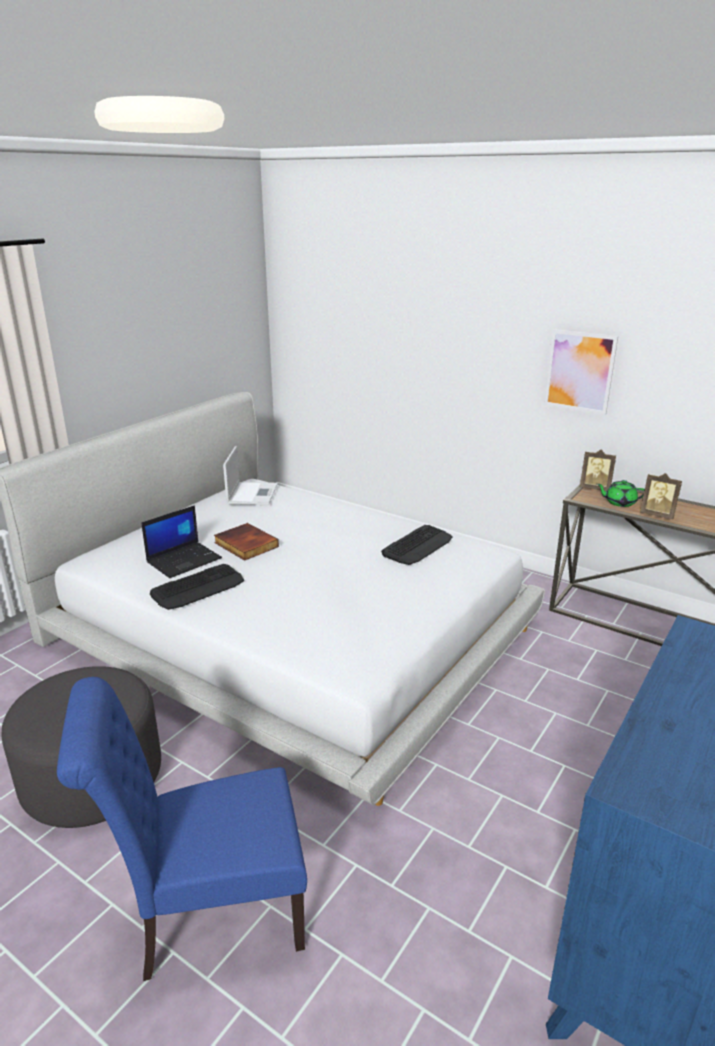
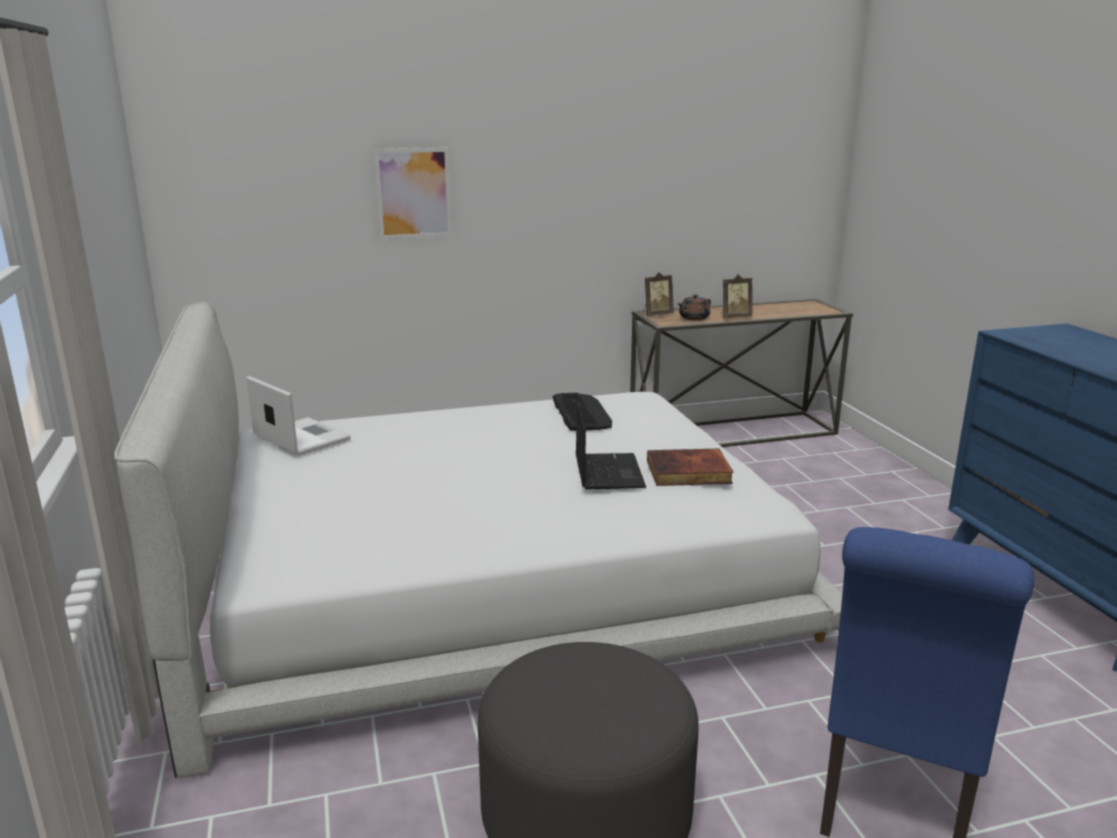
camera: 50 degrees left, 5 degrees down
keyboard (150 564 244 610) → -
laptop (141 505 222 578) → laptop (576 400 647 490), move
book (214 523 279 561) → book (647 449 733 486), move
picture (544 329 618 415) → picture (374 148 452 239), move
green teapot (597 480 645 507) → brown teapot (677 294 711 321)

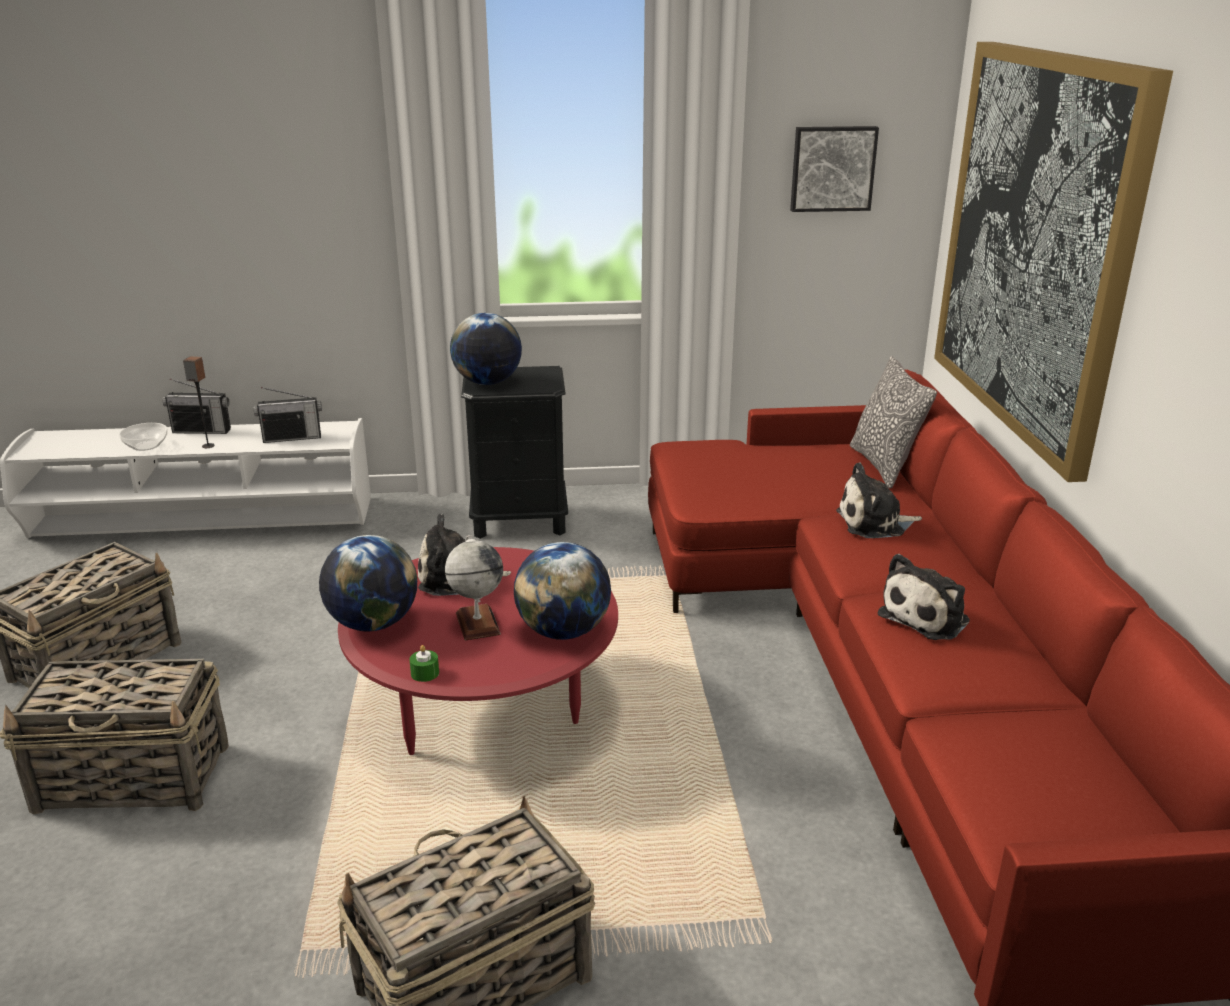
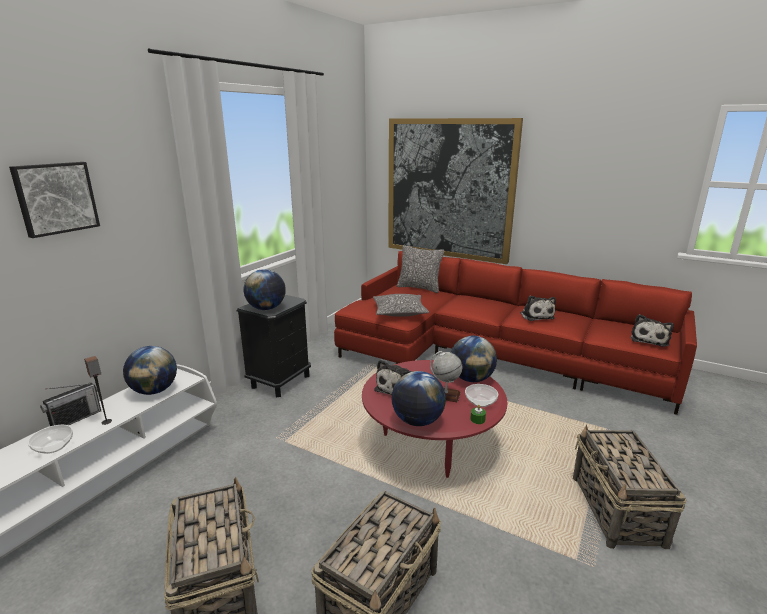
camera: 55 degrees left, 5 degrees down
- → pillow (373 294 429 317)
- → bowl (465 384 498 407)
picture (790 126 879 212) → picture (9 162 100 238), move
plush toy (836 462 922 538) → plush toy (631 314 674 347), move
radio (254 387 322 443) → globe (123 346 177 395)

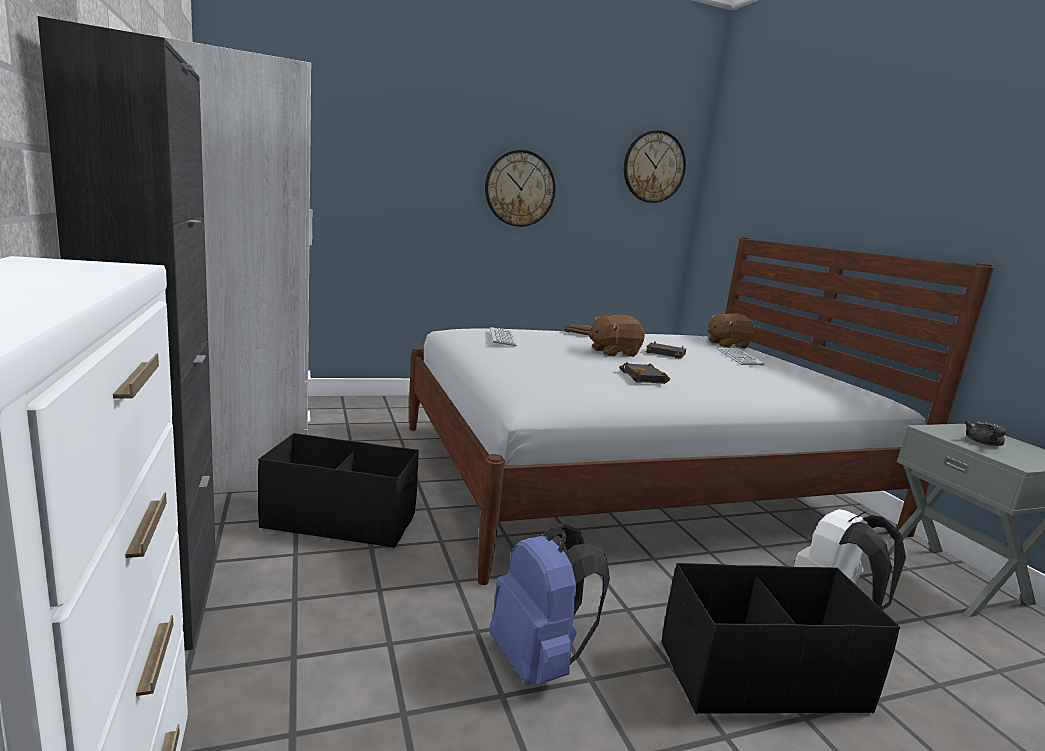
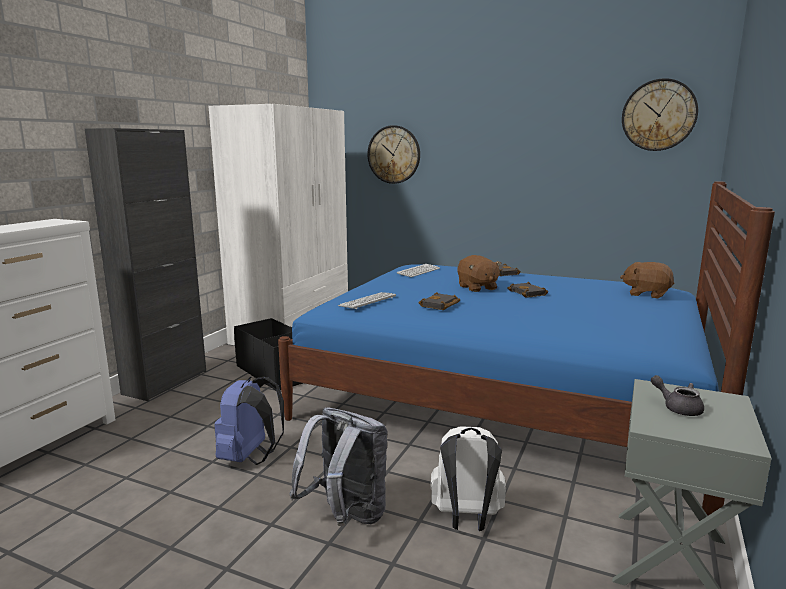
camera: 45 degrees right, 0 degrees up
wall clock (485 150 556 227) → wall clock (368 125 420 184), move
keyboard (718 348 765 366) → keyboard (338 292 396 309), move
black storage box (662 563 900 714) → grey backpack (289 407 387 526)
white bed (409 237 994 585) → blue bed (278 181 775 515)
brown plush toy (589 315 645 357) → brown plush toy (457 255 502 292), 135 degrees counterclockwise
grey teapot (965 421 1006 446) → grey teapot (651 375 704 416), 75 degrees clockwise

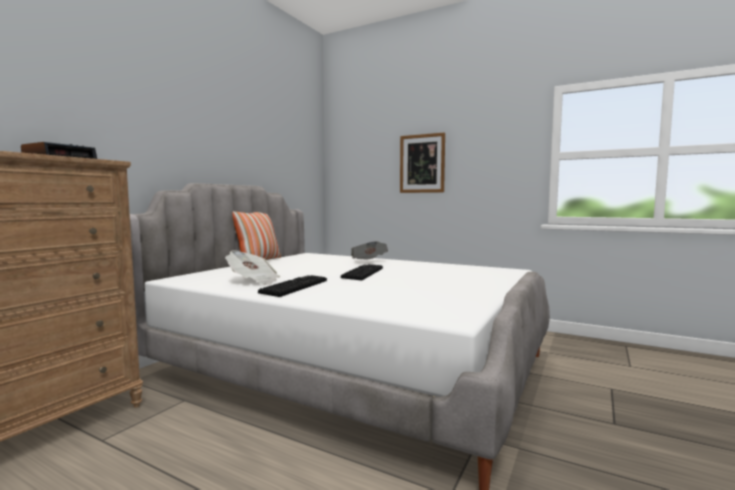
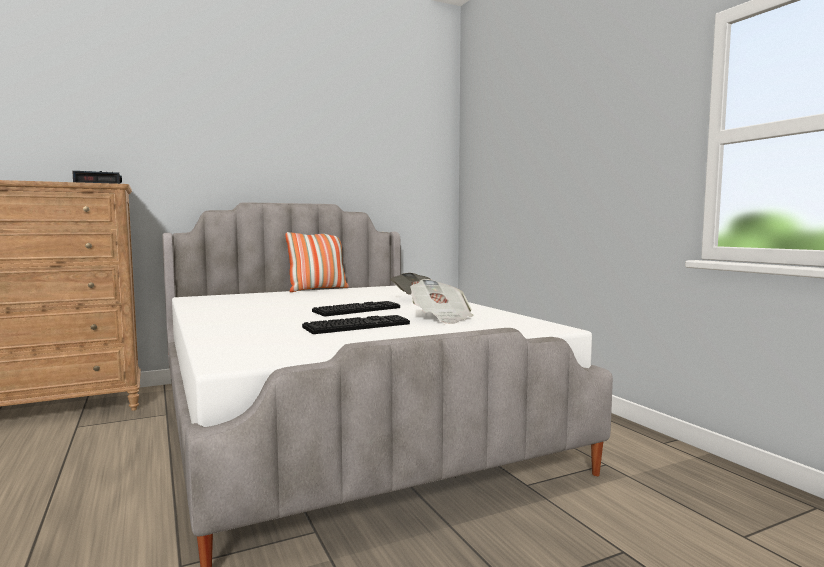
camera: 35 degrees right, 0 degrees up
picture (400 132 445 193) → -
newspaper (225 250 280 285) → newspaper (410 279 474 324), move
keyboard (258 275 327 297) → keyboard (302 315 410 334), move

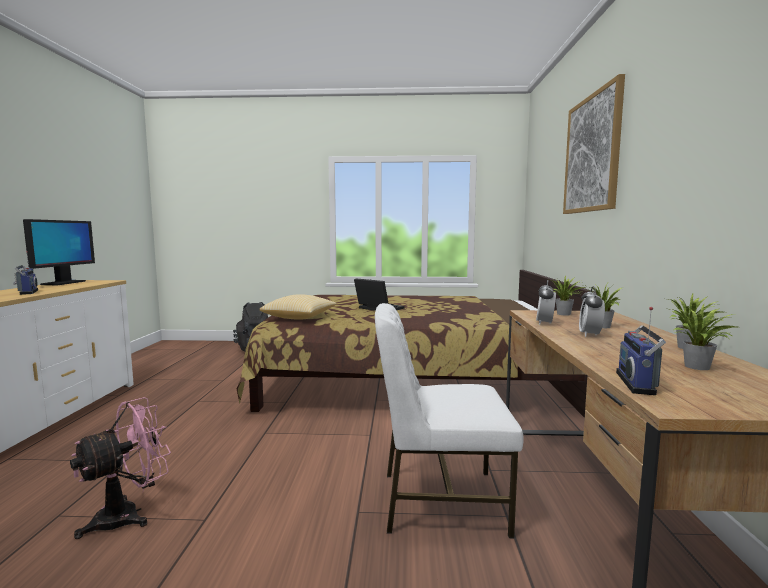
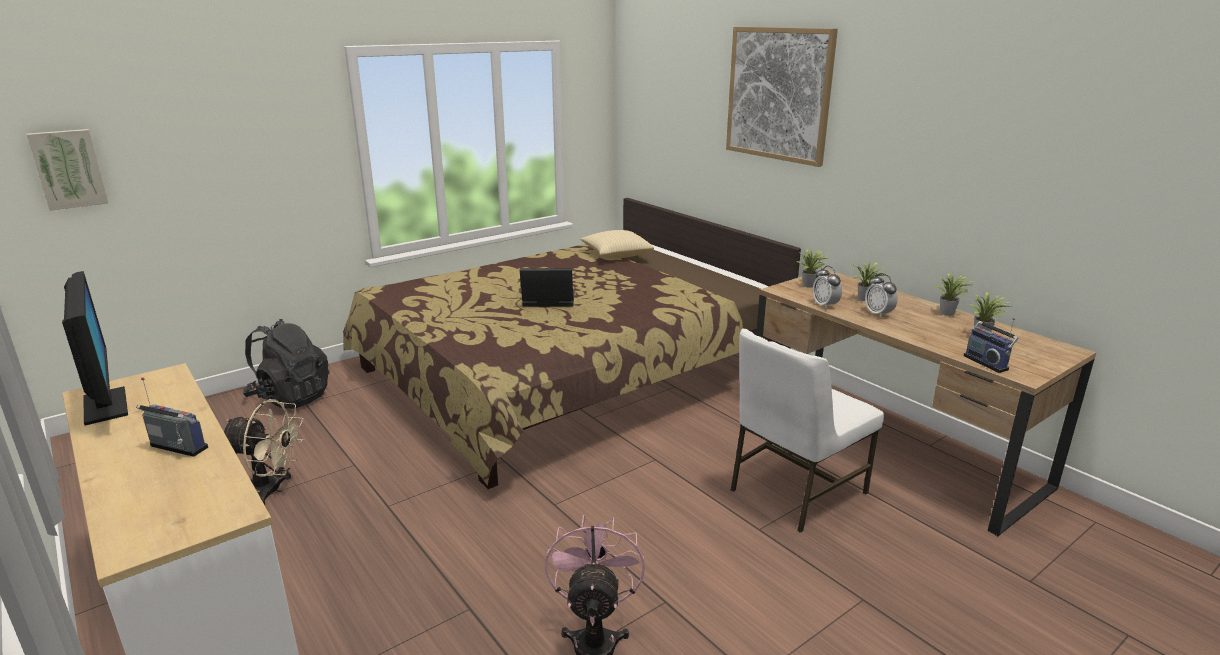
camera: 40 degrees left, 15 degrees up
- → picture (27 129 108 211)
- → beige fan (224 399 304 505)
pillow (260 294 337 320) → pillow (580 230 654 259), move

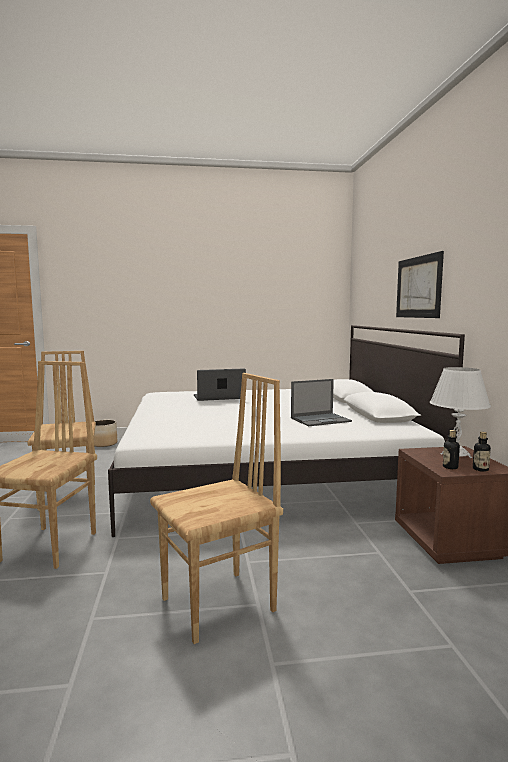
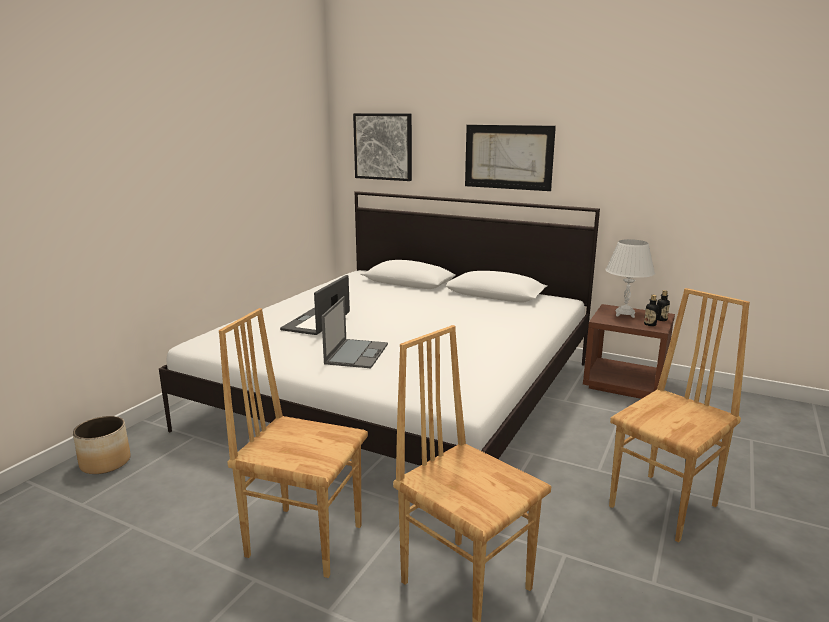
camera: 55 degrees left, 10 degrees up
- → picture (353 113 412 181)
laptop (291 379 352 426) → laptop (322 296 388 368), move
brown chair (150 373 283 644) → brown chair (609 288 750 542), 45 degrees clockwise

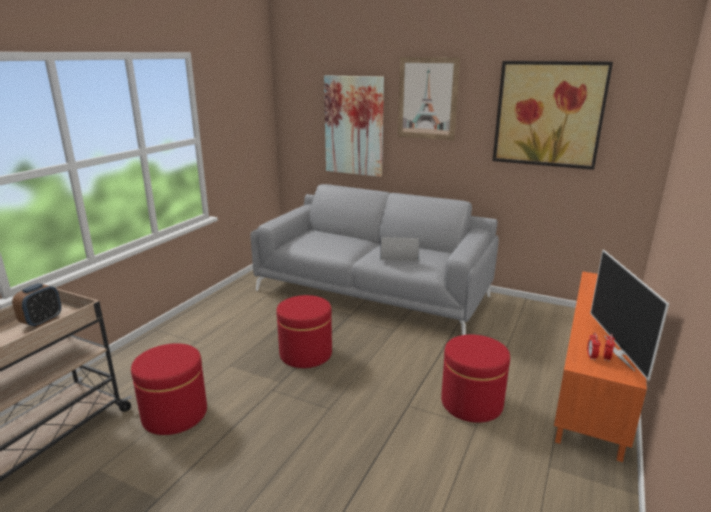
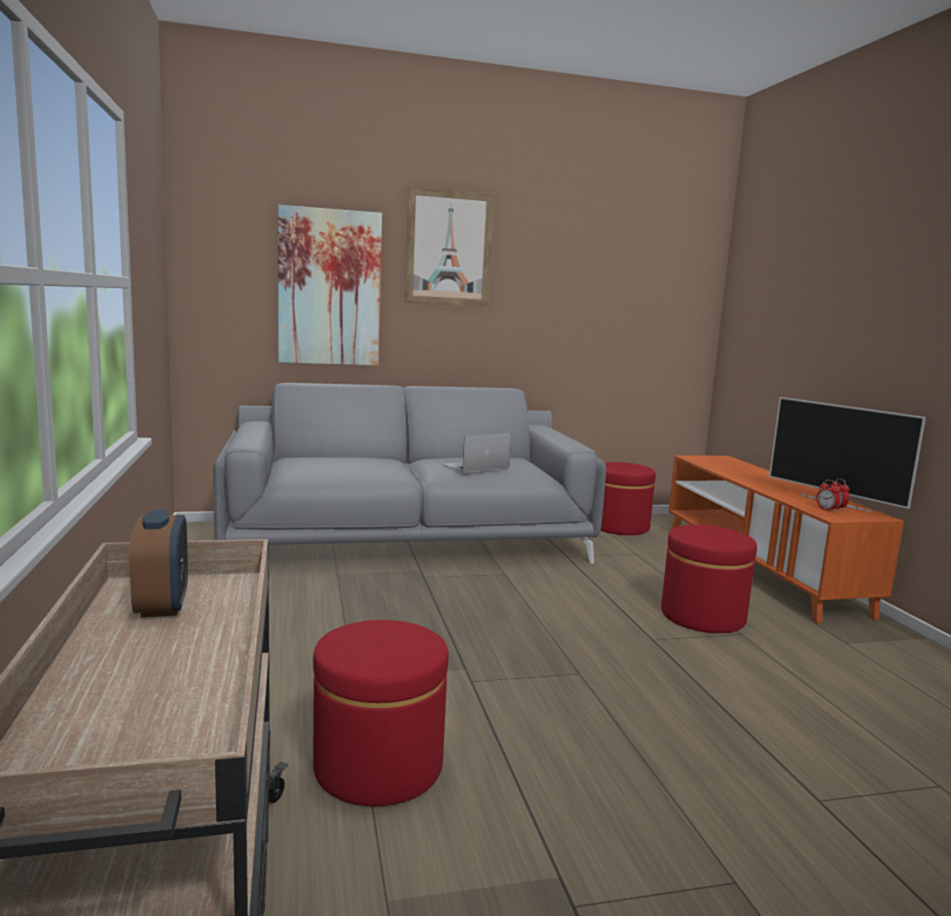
camera: 40 degrees left, 10 degrees down
picture (493 61 613 170) → -
red ottoman (276 295 332 368) → red ottoman (601 462 656 535), move

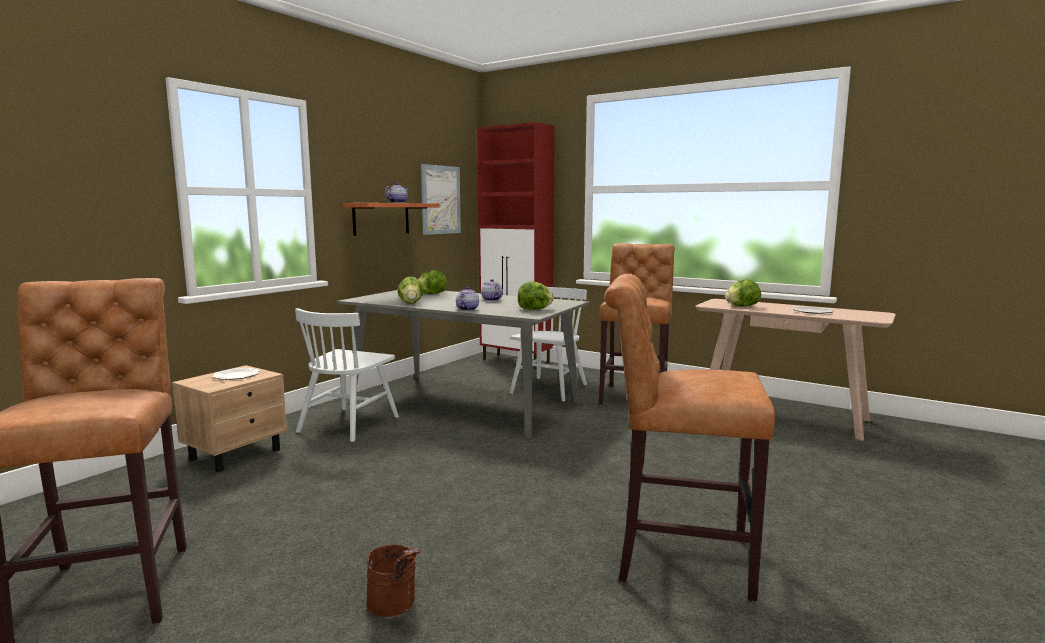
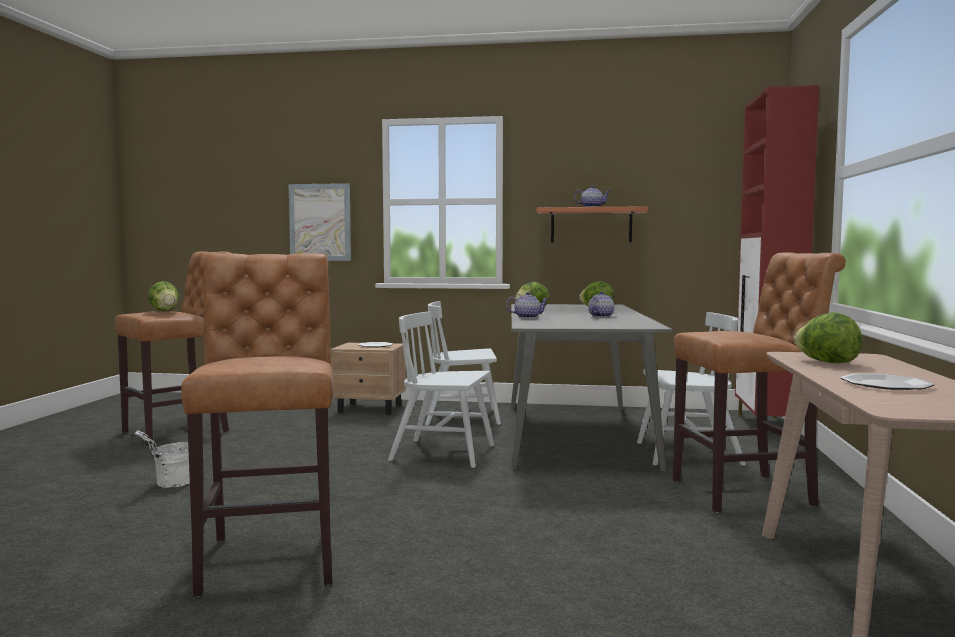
camera: 65 degrees right, 5 degrees down
- → white chair (388 311 495 468)
picture (421 164 461 235) → picture (289 183 351 261), move
lettuce (518 281 554 310) → lettuce (147 281 179 312), move
brown bucket (366 544 420 617) → white bucket (135 430 190 488)

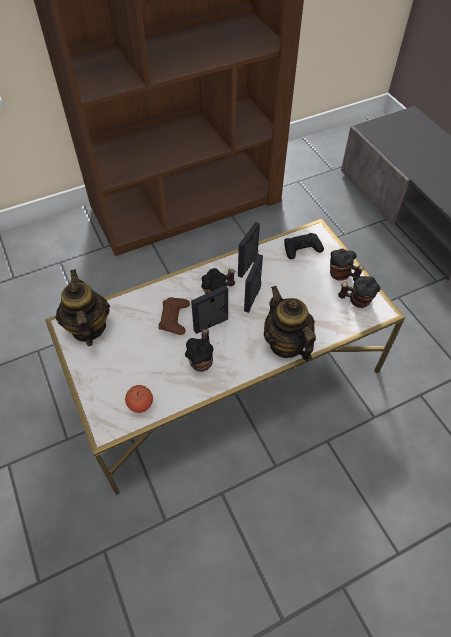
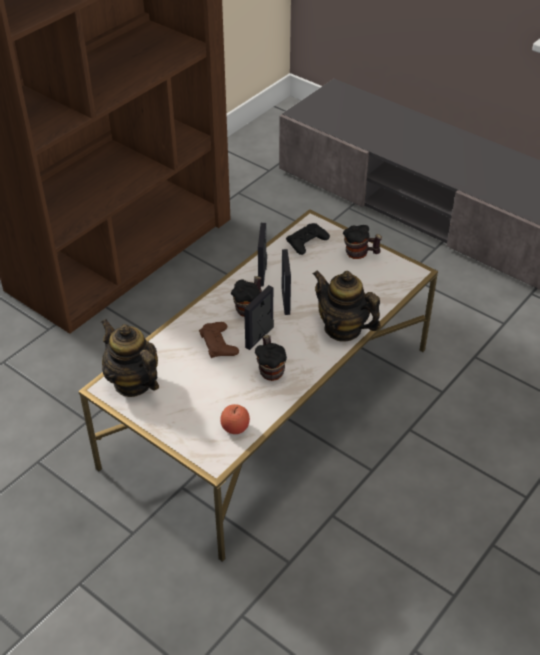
camera: 25 degrees left, 10 degrees down
mug (338 276 380 308) → -

